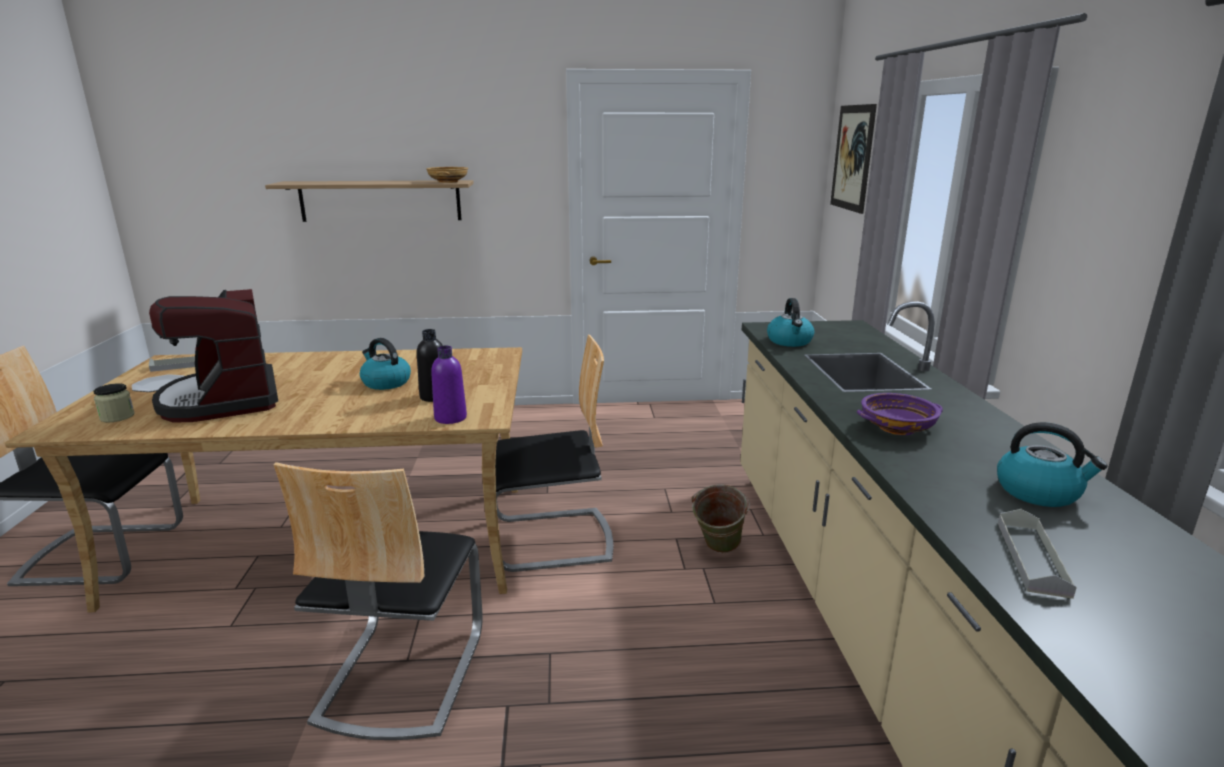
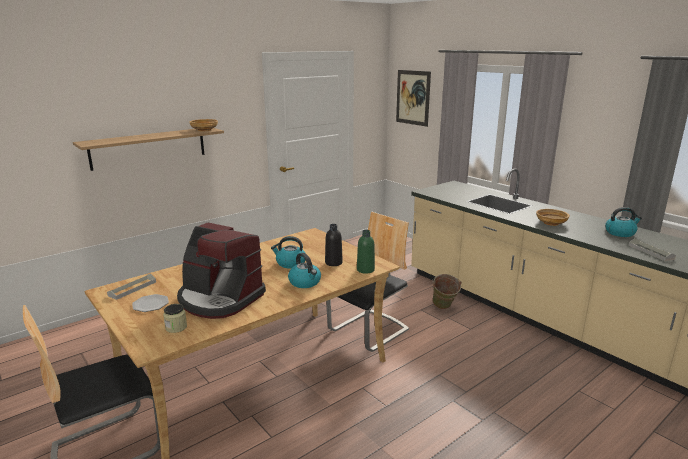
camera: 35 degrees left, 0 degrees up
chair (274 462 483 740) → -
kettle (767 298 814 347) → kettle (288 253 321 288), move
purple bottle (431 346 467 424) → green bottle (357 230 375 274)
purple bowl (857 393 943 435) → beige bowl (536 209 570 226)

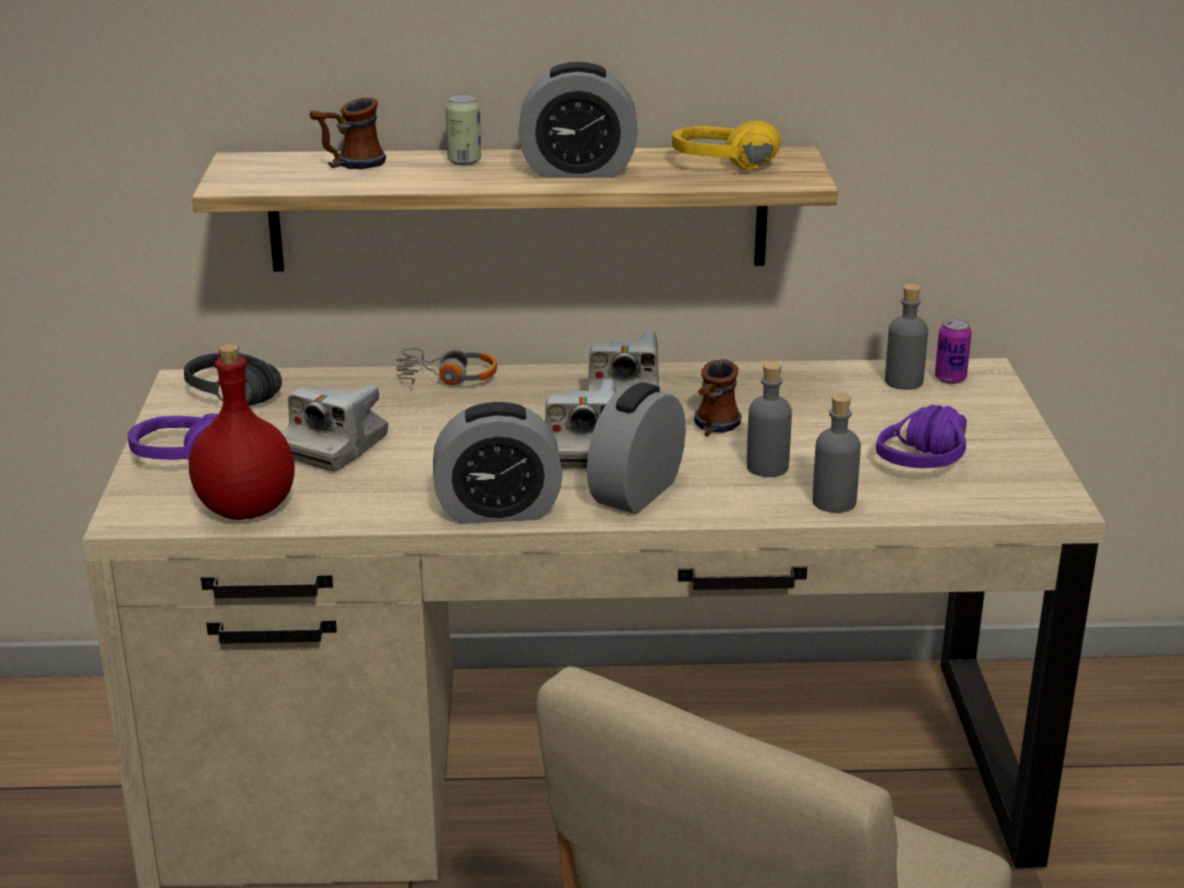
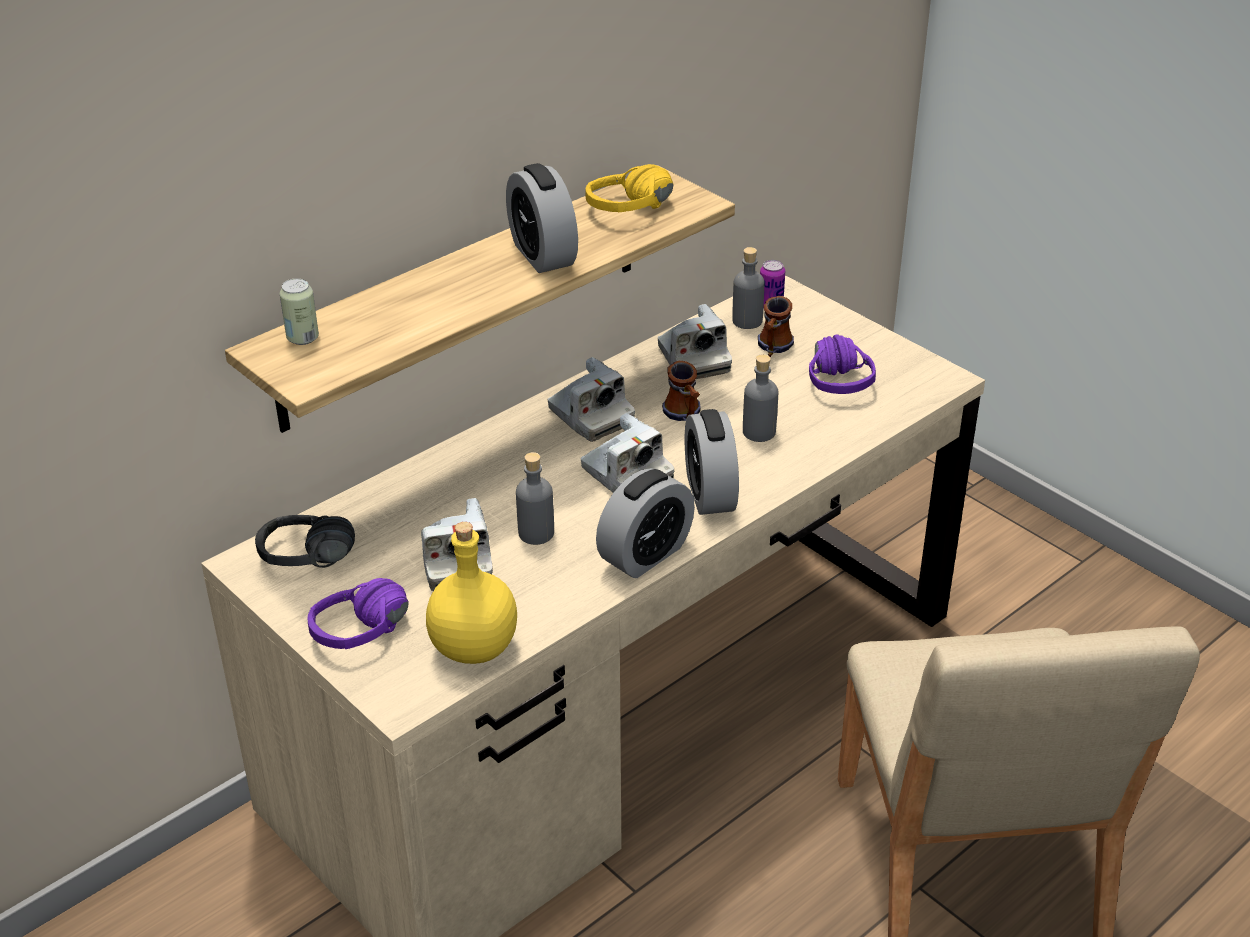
camera: 40 degrees left, 10 degrees up
headphones (396 348 497 385) → -
- → photo camera (658 304 732 379)
mug (309 98 386 169) → mug (758 296 794 357), move
can (445 94 481 165) → can (280 278 319 345), move
grey bottle (813 393 861 513) → grey bottle (516 452 554 545), move
red bottle (189 344 295 520) → yellow bottle (426 522 517 664)
alarm clock (519 62 637 178) → alarm clock (506 163 578 273), 105 degrees clockwise

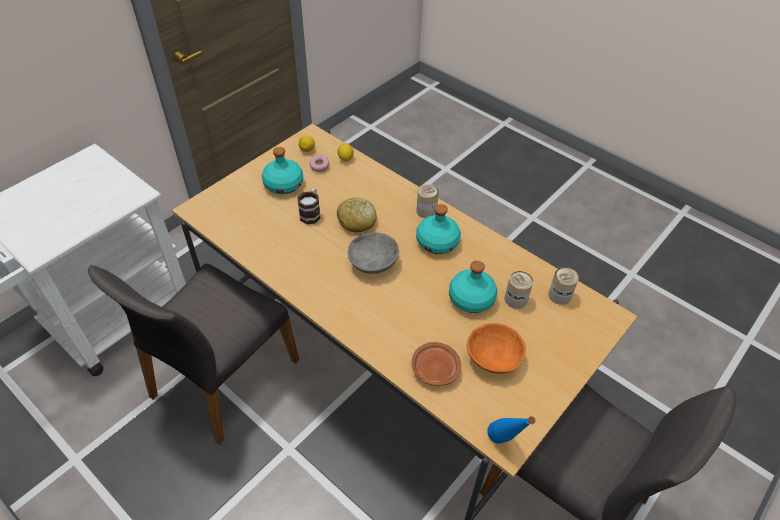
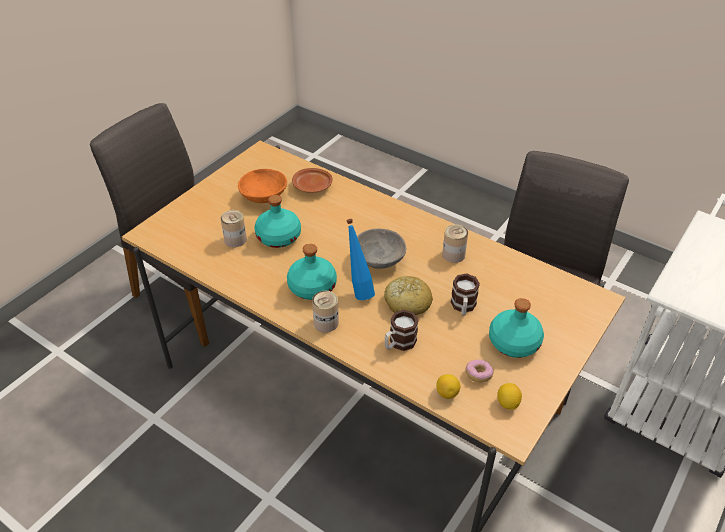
camera: 175 degrees right, 5 degrees down
- → mug (384 310 419 351)
blue bottle (487 416 535 444) → blue bottle (346 219 375 300), move
can (548 267 579 305) → can (442 224 468 263), move

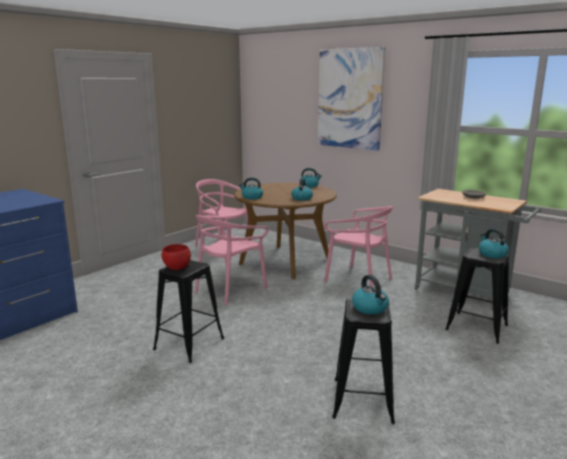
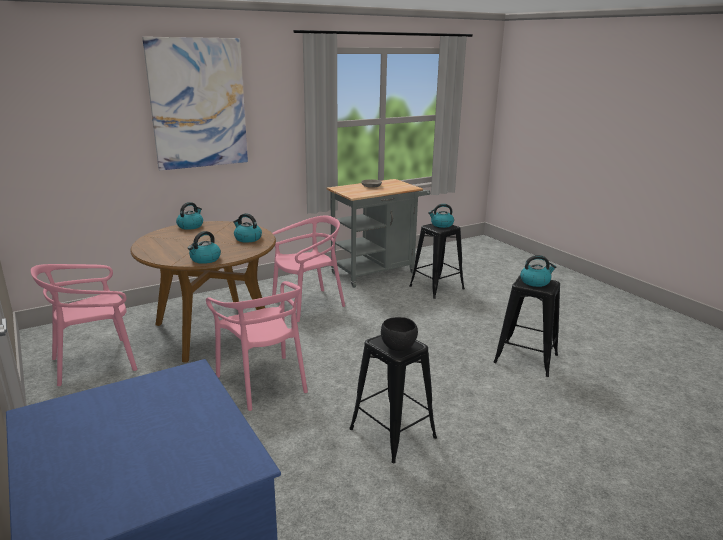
camera: 70 degrees left, 5 degrees up
red bowl (161 244 191 270) → black bowl (381 317 418 351)

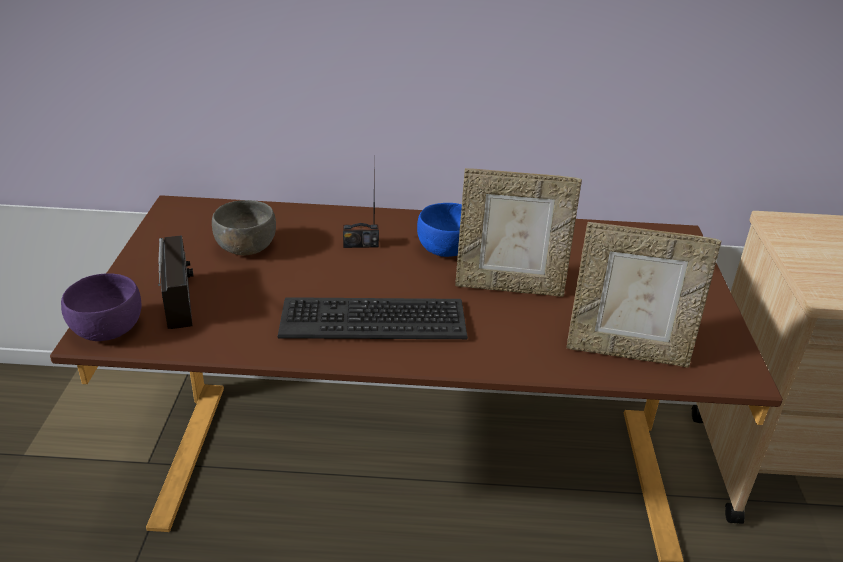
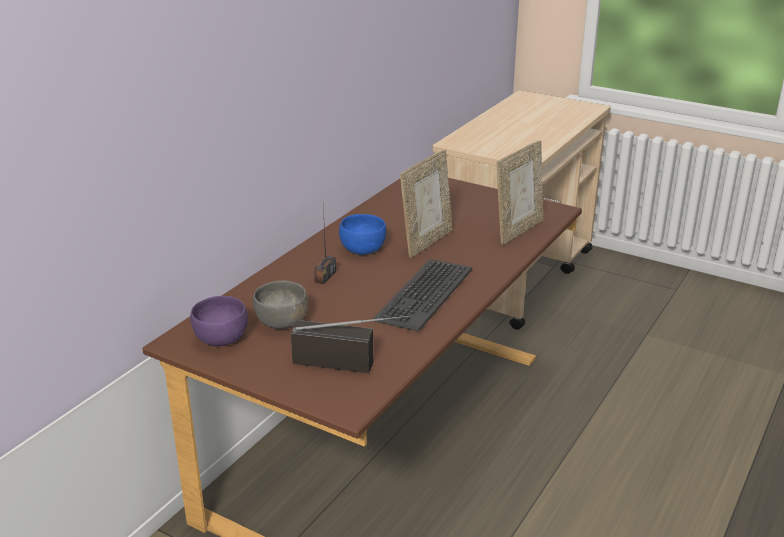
camera: 60 degrees left, 5 degrees down
purple bowl (61 273 142 341) → purple bowl (190 296 248 346), move

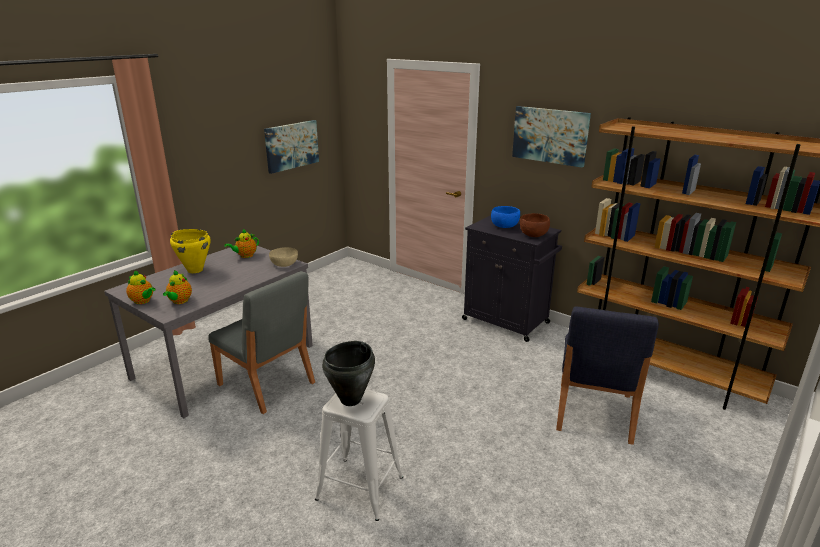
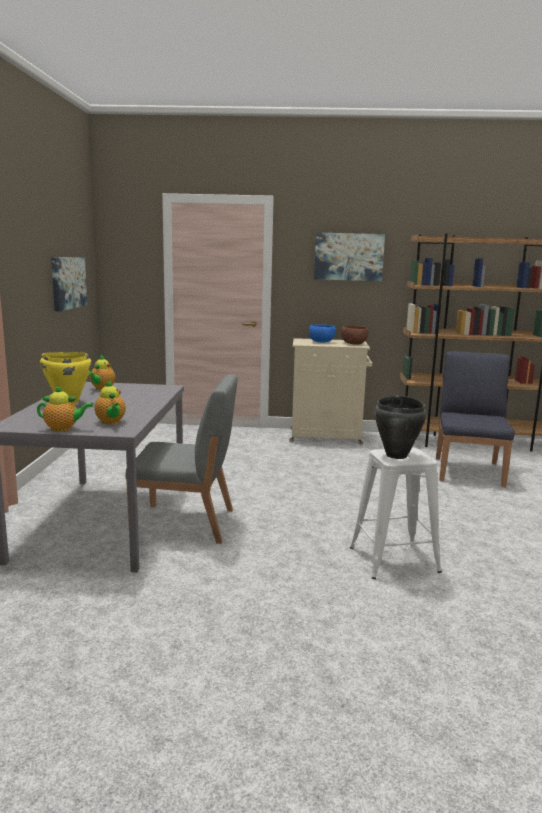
camera: 35 degrees left, 10 degrees down
beige bowl (269 247 298 267) → -
black cabinet (462 215 562 342) → beige cabinet (289 338 372 445)
blue chair (556 306 659 445) → blue chair (436 351 515 487), 150 degrees counterclockwise

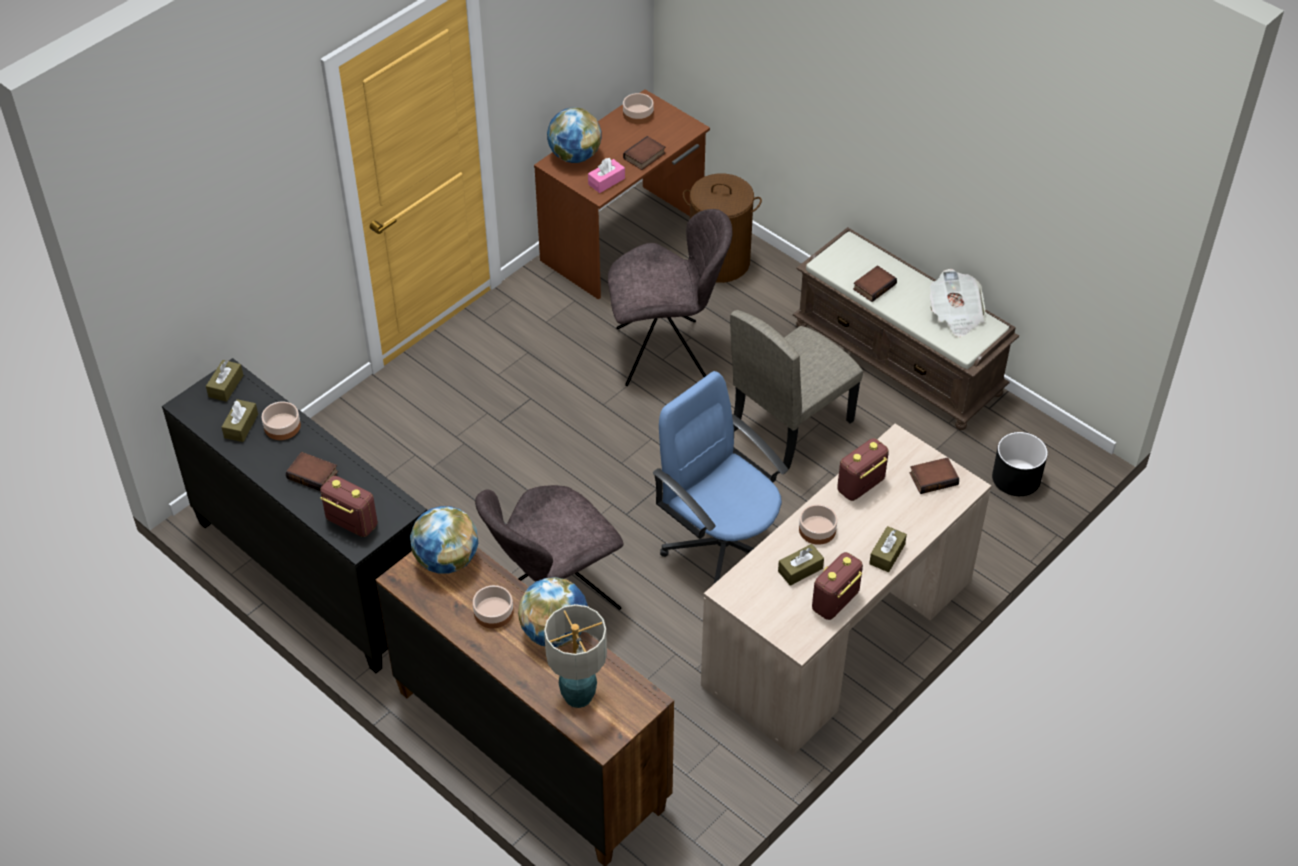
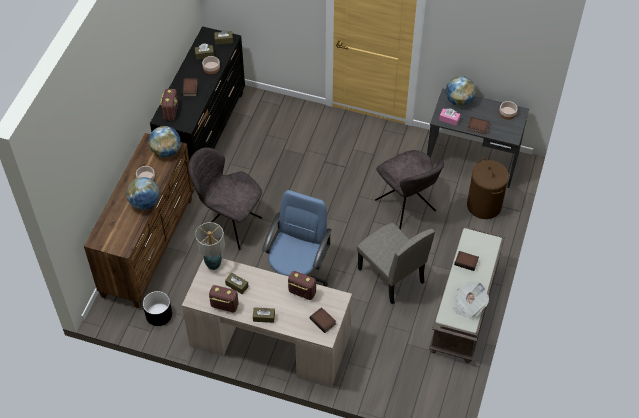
camera: 65 degrees right, 5 degrees up
bowl (799 504 837 545) → -
table lamp (544 604 607 708) → table lamp (195 222 225 270), move
black planter (992 432 1048 496) → black planter (143 291 172 326), move
brown desk (534 89 710 300) → grey desk (427 88 529 188)
beige chair (730 310 863 469) → beige chair (357 223 435 305), 150 degrees counterclockwise

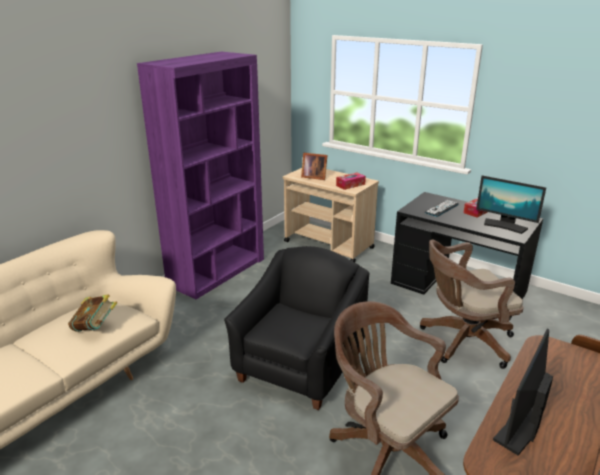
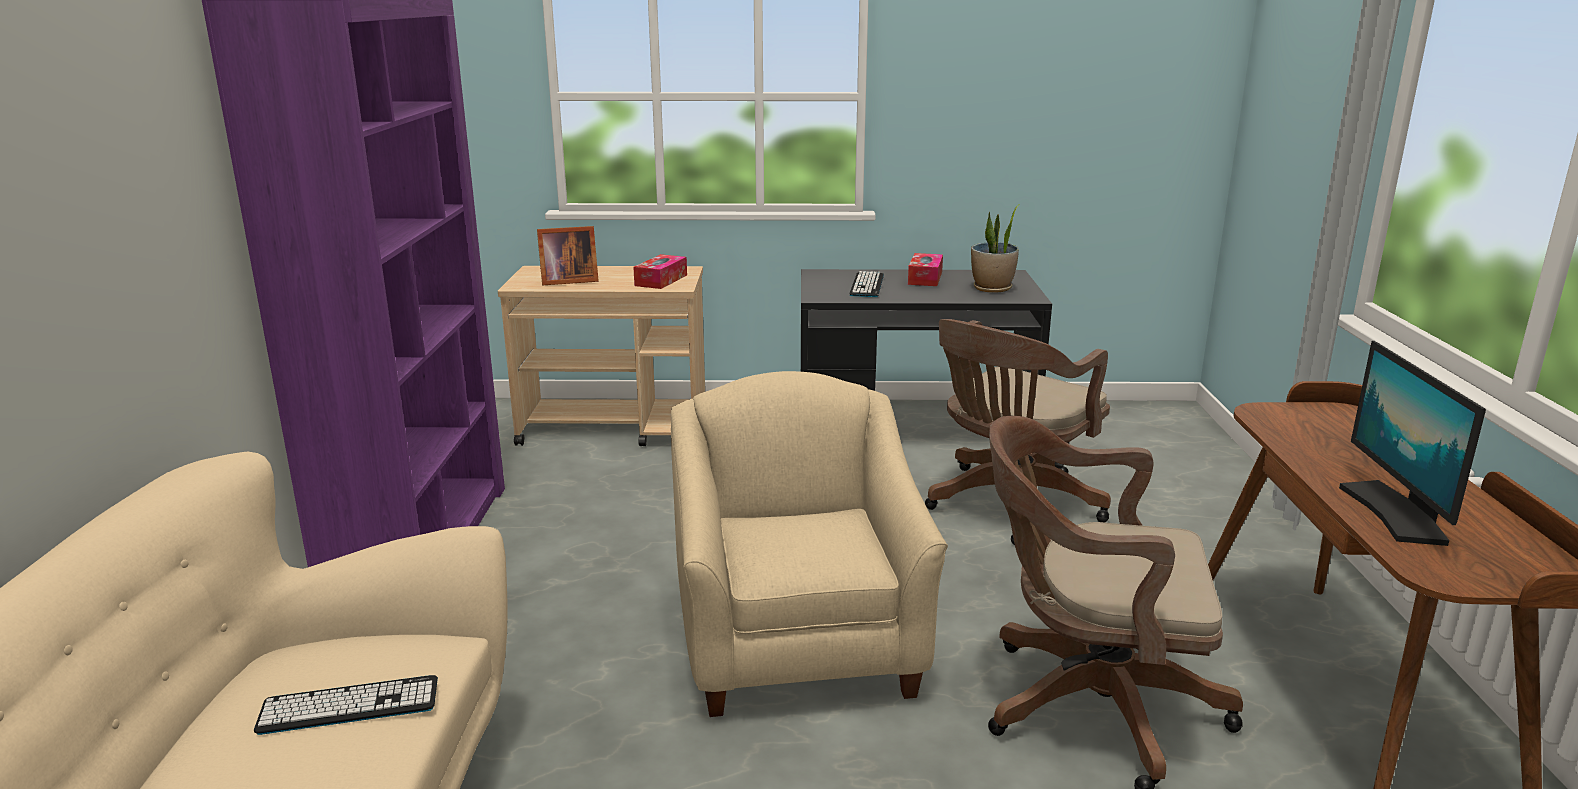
camera: 35 degrees left, 5 degrees down
book (68 294 117 332) → keyboard (254 675 438 735)
monitor (476 176 546 234) → potted plant (971 204 1020 293)
black armchair (224 246 369 410) → beige armchair (671 371 948 717)

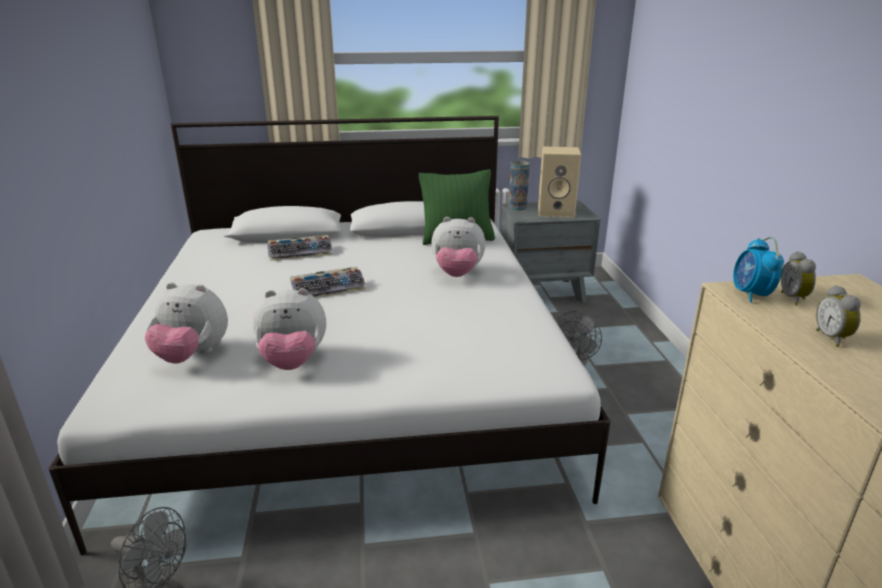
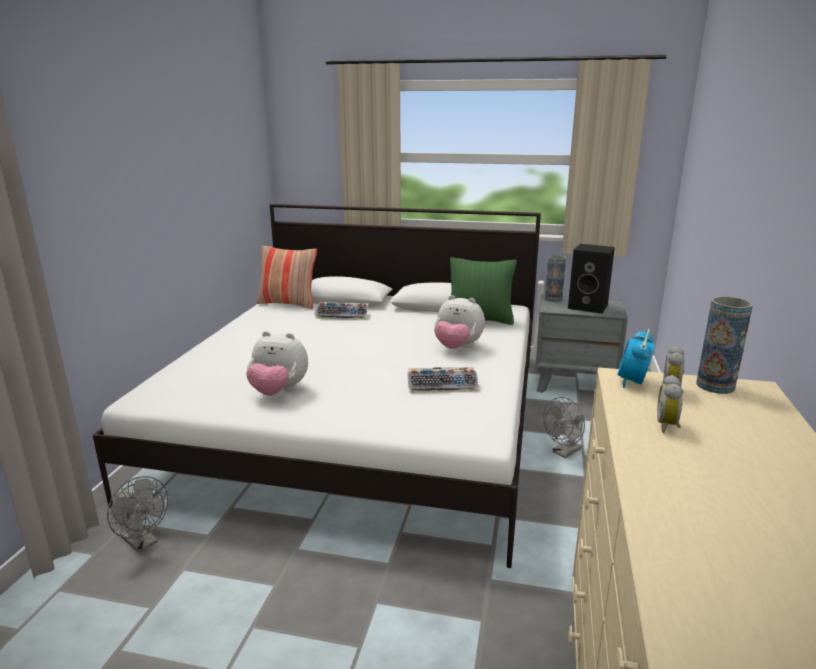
camera: 20 degrees right, 5 degrees down
plush toy (145 282 228 363) → -
- → pillow (256 245 317 309)
- → vase (696 296 753 394)
keyboard (290 267 366 298) → keyboard (408 367 479 393), move
beige speaker (538 146 581 218) → black speaker (568 244 615 314)

